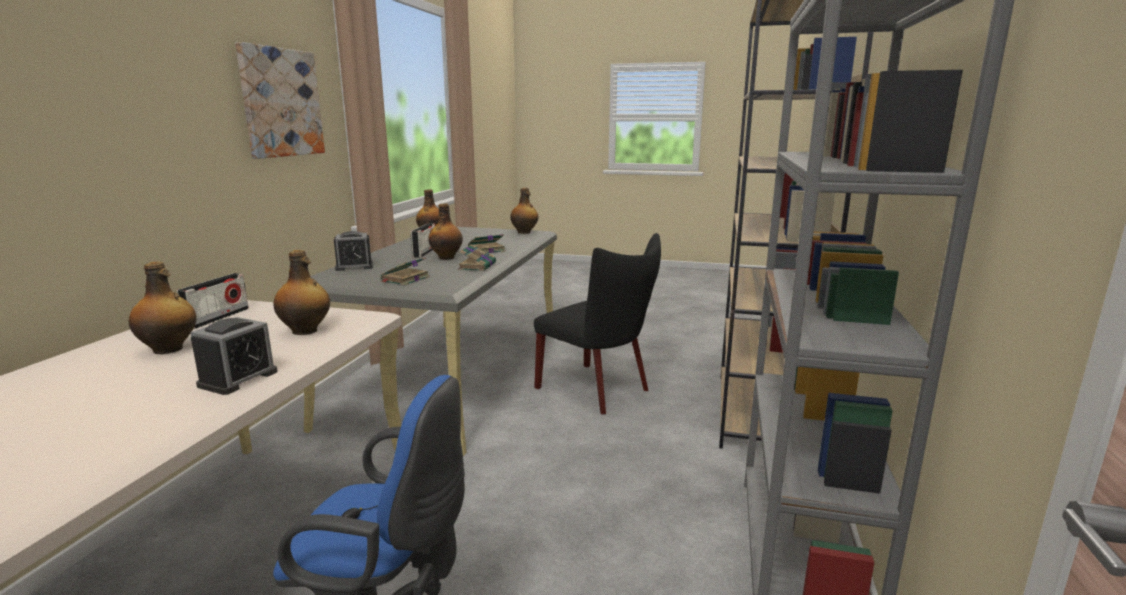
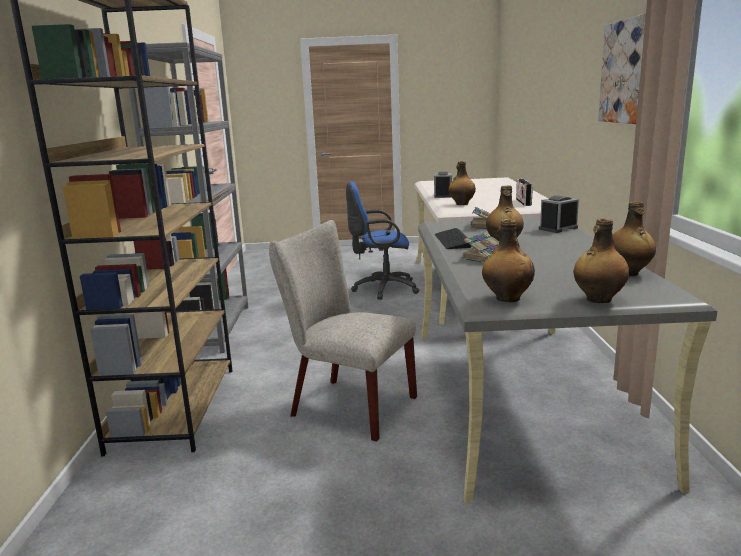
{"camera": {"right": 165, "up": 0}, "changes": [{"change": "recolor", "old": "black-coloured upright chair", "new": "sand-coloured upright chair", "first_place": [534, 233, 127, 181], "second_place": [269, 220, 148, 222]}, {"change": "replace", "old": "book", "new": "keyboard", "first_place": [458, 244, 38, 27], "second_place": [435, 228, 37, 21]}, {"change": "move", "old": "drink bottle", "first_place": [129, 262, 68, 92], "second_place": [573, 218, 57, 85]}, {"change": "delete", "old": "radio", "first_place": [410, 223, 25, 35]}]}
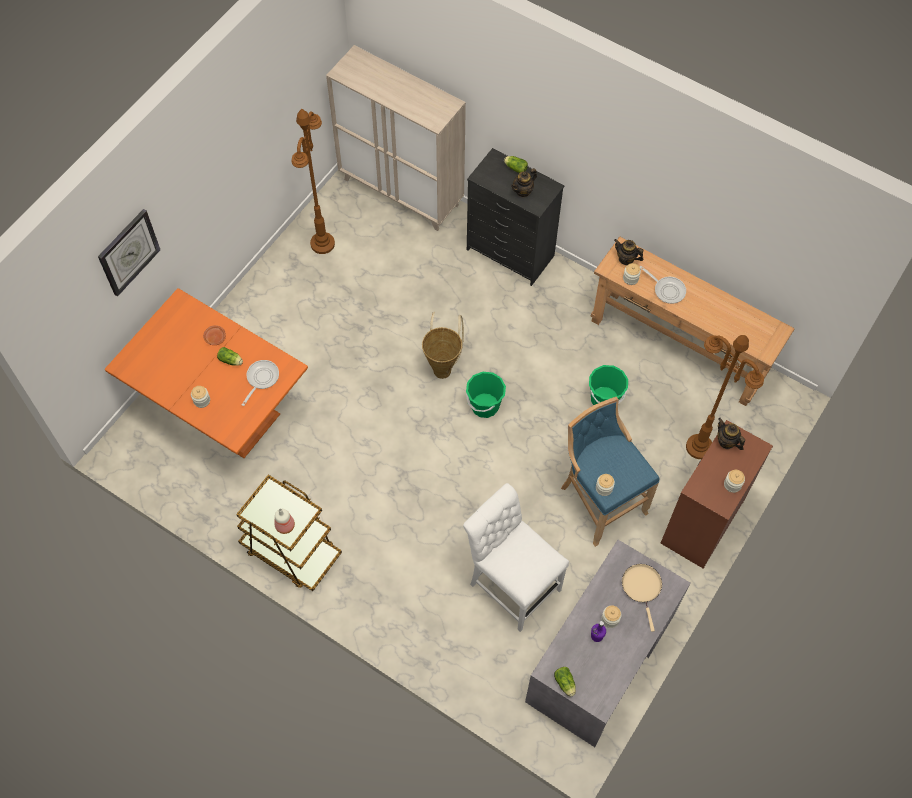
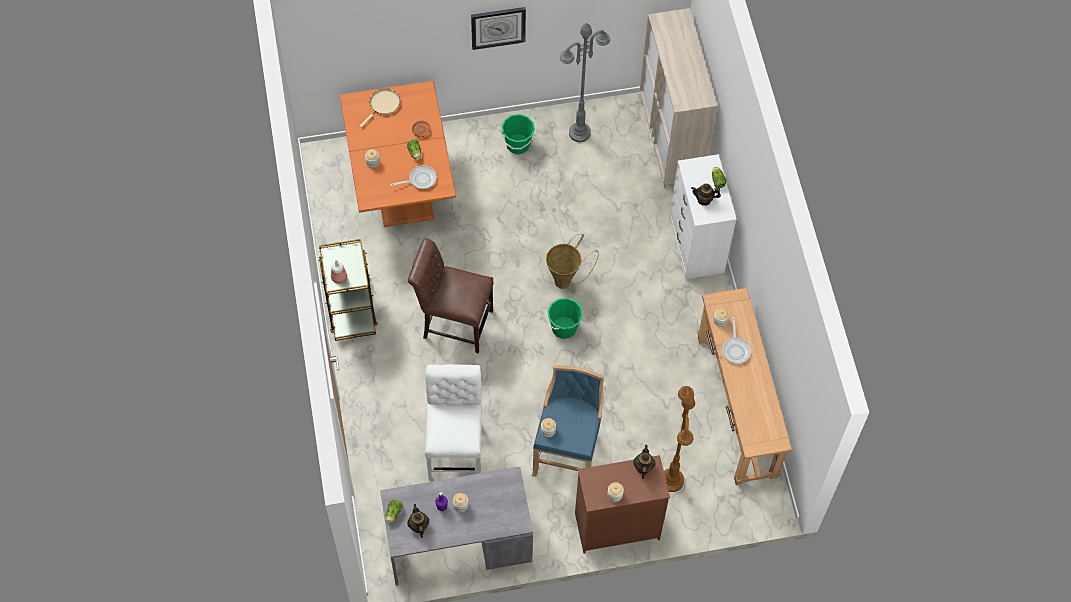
{"camera": {"right": 45, "up": 0}, "changes": [{"change": "move", "old": "sand-coloured pan", "first_place": [622, 564, 40, 68], "second_place": [360, 88, 40, 40]}, {"change": "move", "old": "teapot", "first_place": [614, 239, 30, 26], "second_place": [407, 504, 22, 34]}, {"change": "insert", "new": "brown upright chair", "second_place": [408, 238, 86, 115]}, {"change": "move", "old": "hanging clock", "first_place": [98, 209, 62, 87], "second_place": [471, 7, 55, 43]}, {"change": "move", "old": "greenish pail", "first_place": [589, 365, 39, 40], "second_place": [501, 114, 34, 40]}, {"change": "recolor", "old": "brown standing lamp", "new": "gray standing lamp", "first_place": [292, 109, 43, 145], "second_place": [560, 23, 50, 119]}, {"change": "recolor", "old": "black-coloured dresser", "new": "white dresser", "first_place": [467, 148, 97, 138], "second_place": [669, 154, 68, 125]}]}
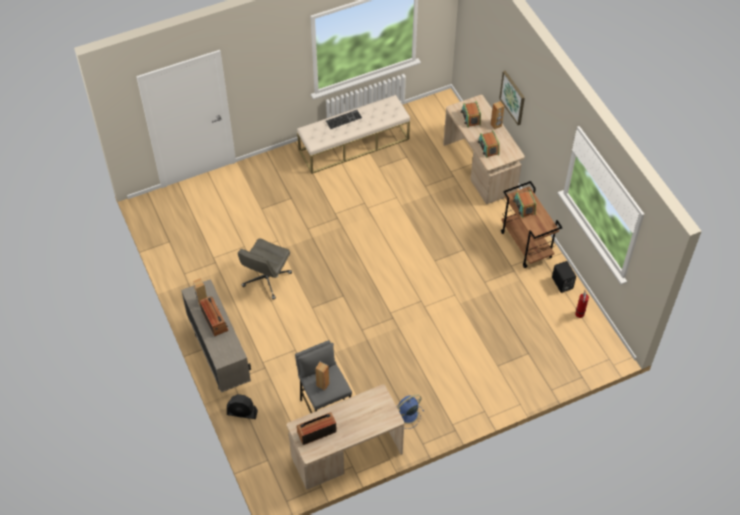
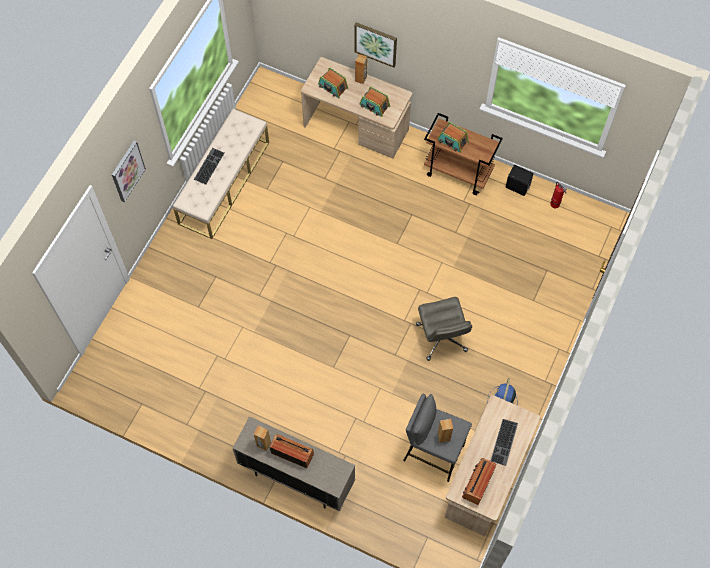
{"camera": {"right": -40, "up": 10}, "changes": [{"change": "insert", "new": "wall picture", "second_place": [112, 141, 34, 61]}, {"change": "move", "old": "gray computer chair", "first_place": [238, 238, 54, 62], "second_place": [416, 297, 56, 64]}, {"change": "insert", "new": "keyboard", "second_place": [491, 419, 27, 47]}, {"change": "delete", "old": "black-coloured electric fan", "first_place": [227, 394, 31, 25]}]}
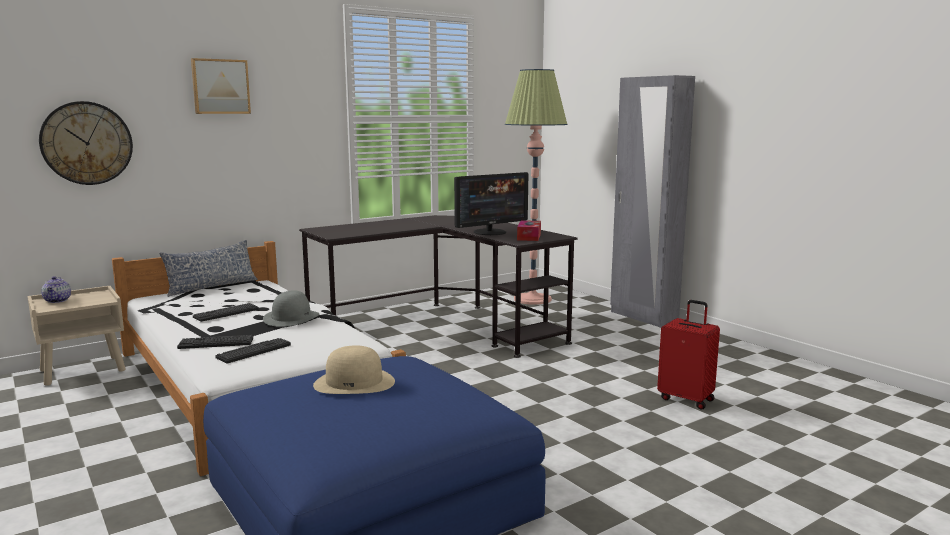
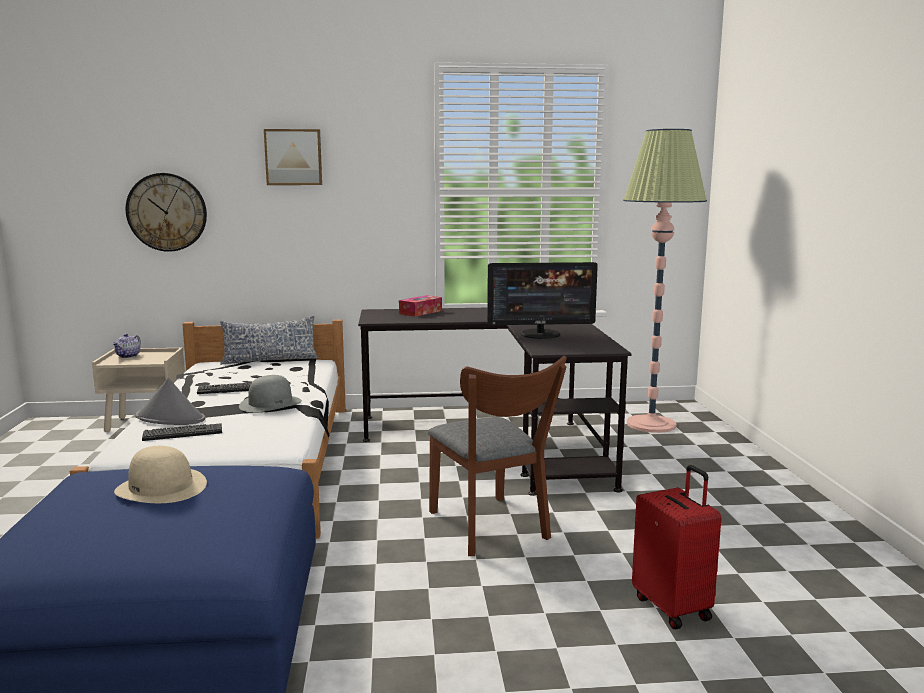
{"camera": {"right": 30, "up": 0}, "changes": [{"change": "replace", "old": "keyboard", "new": "gray hat", "first_place": [177, 335, 76, 14], "second_place": [135, 378, 70, 47]}, {"change": "move", "old": "tissue box", "first_place": [517, 220, 24, 21], "second_place": [399, 295, 43, 22]}, {"change": "insert", "new": "brown upright chair", "second_place": [428, 356, 139, 200]}, {"change": "delete", "old": "gray clothes cupboard", "first_place": [610, 75, 85, 253]}]}
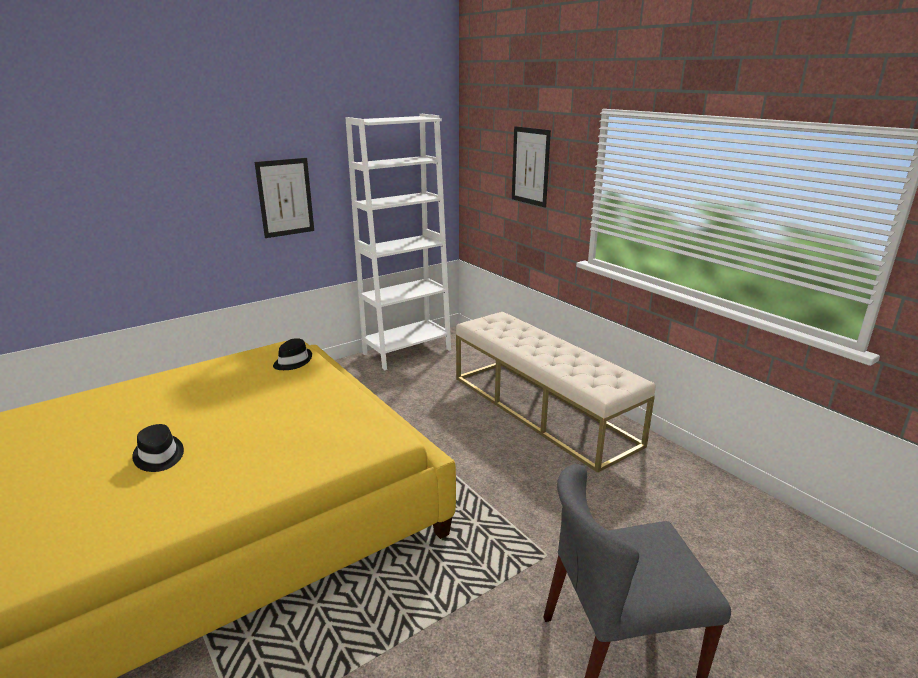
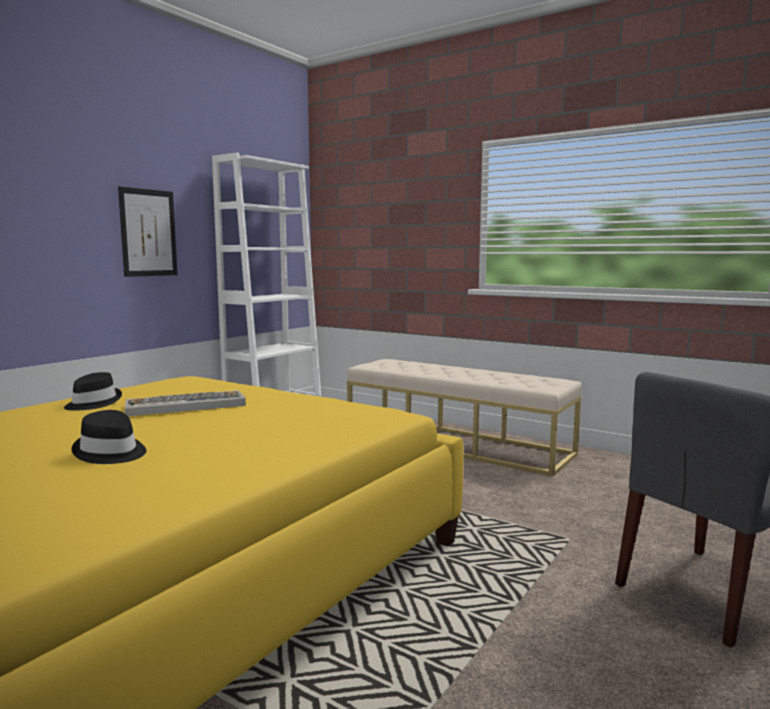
{"camera": {"right": -20, "up": -15}, "changes": [{"change": "move", "old": "black-coloured hat", "first_place": [273, 338, 39, 32], "second_place": [64, 372, 58, 39]}, {"change": "insert", "new": "keyboard", "second_place": [125, 390, 121, 26]}, {"change": "delete", "old": "wall picture", "first_place": [512, 126, 39, 82]}]}
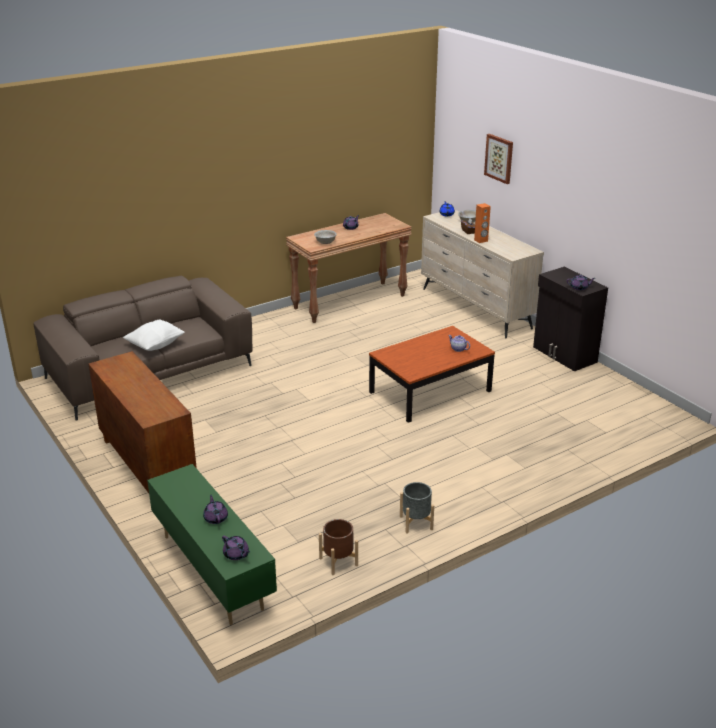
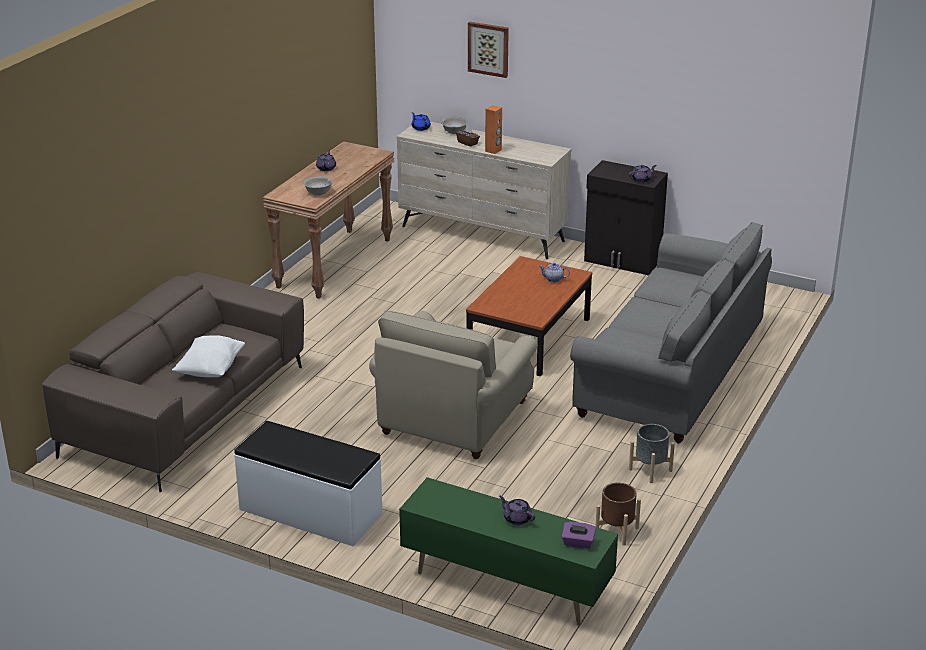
{"camera": {"right": -30, "up": 0}, "changes": [{"change": "replace", "old": "brown cupboard", "new": "white bench", "first_place": [88, 351, 109, 142], "second_place": [234, 421, 149, 125]}, {"change": "insert", "new": "sand-coloured easy chair", "second_place": [369, 311, 168, 148]}, {"change": "replace", "old": "purple teapot", "new": "purple tissue box", "first_place": [222, 536, 28, 24], "second_place": [562, 522, 34, 27]}, {"change": "insert", "new": "gray couch", "second_place": [570, 222, 202, 222]}]}
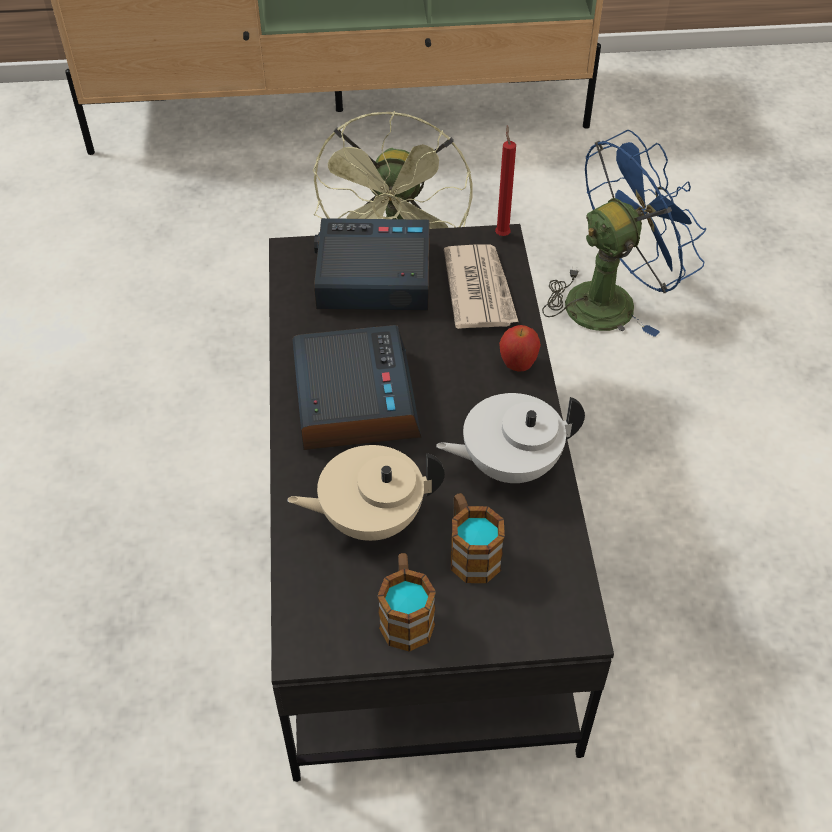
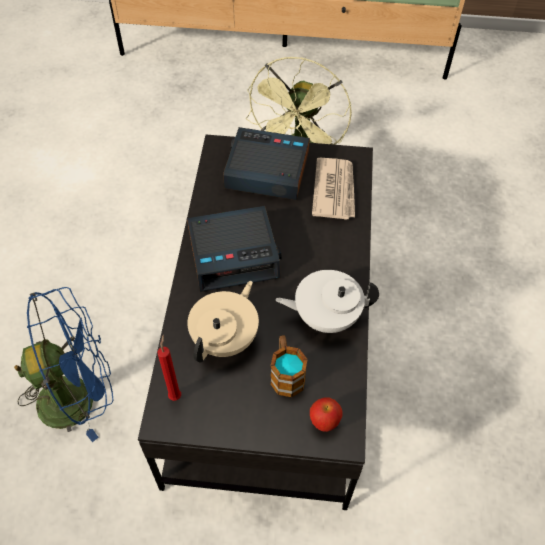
{"camera": {"right": 10, "up": 5}, "changes": [{"change": "move", "old": "bluish electric fan", "first_place": [542, 130, 164, 207], "second_place": [14, 287, 99, 155]}, {"change": "move", "old": "red wax light", "first_place": [495, 125, 21, 111], "second_place": [157, 335, 24, 66]}, {"change": "rotate", "old": "alarm clock", "first_place": [292, 325, 129, 125], "second_place": [187, 206, 95, 86], "degrees": 75}, {"change": "rotate", "old": "sand-coloured teapot", "first_place": [287, 445, 158, 96], "second_place": [187, 281, 72, 81], "degrees": 120}, {"change": "move", "old": "apple", "first_place": [499, 325, 42, 47], "second_place": [310, 398, 33, 34]}, {"change": "delete", "old": "mug", "first_place": [377, 553, 59, 99]}]}
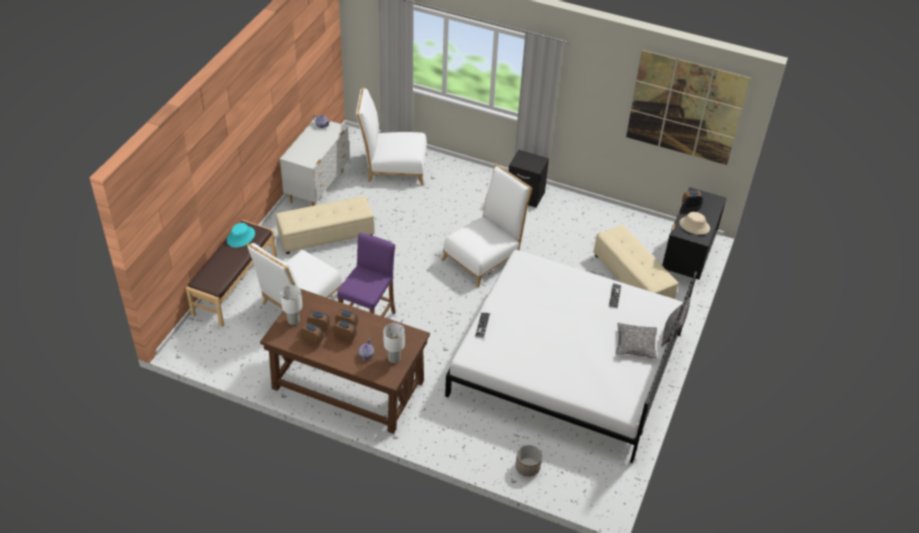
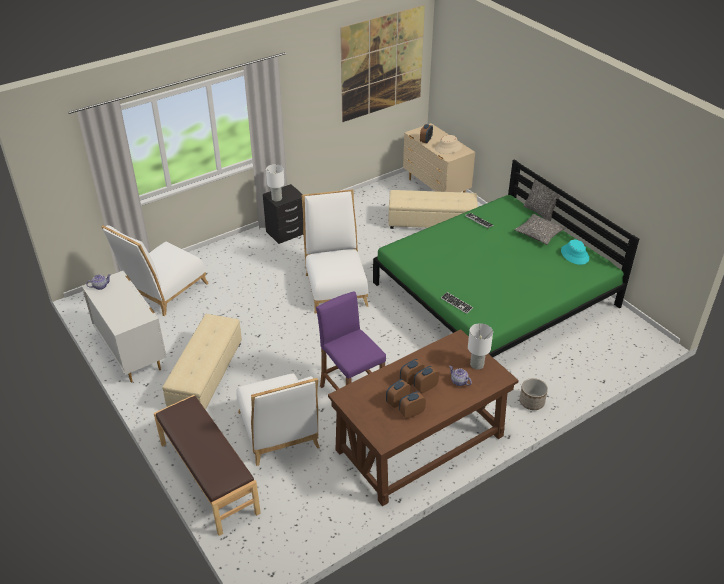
{"camera": {"right": -55, "up": -5}, "changes": [{"change": "move", "old": "white table lamp", "first_place": [280, 285, 23, 40], "second_place": [266, 164, 18, 37]}, {"change": "recolor", "old": "white bedroom bed", "new": "greenish bedroom bed", "first_place": [445, 250, 252, 213], "second_place": [373, 159, 266, 198]}, {"change": "recolor", "old": "black-coloured dresser", "new": "sand-coloured dresser", "first_place": [662, 187, 65, 93], "second_place": [403, 123, 72, 69]}, {"change": "move", "old": "planter", "first_place": [515, 444, 27, 33], "second_place": [520, 378, 28, 32]}, {"change": "move", "old": "blue-green hat", "first_place": [227, 223, 28, 25], "second_place": [561, 239, 28, 26]}]}
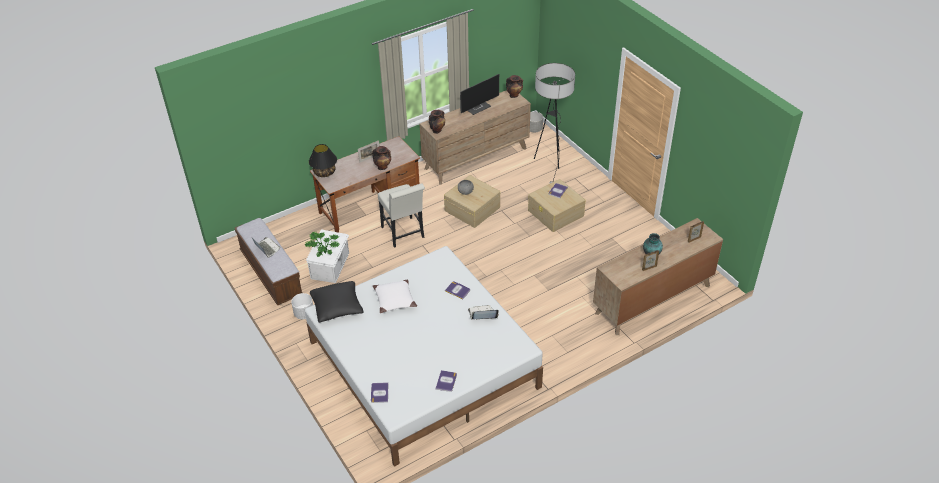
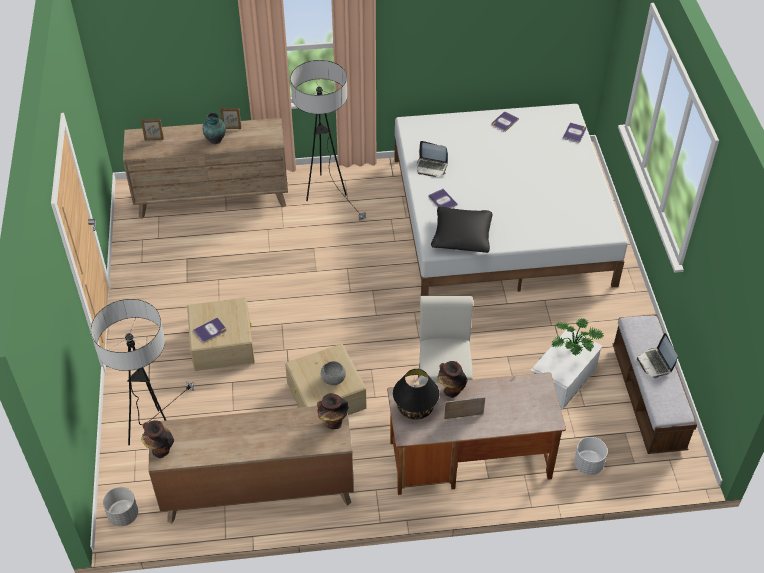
{"camera": {"right": -155, "up": 5}, "changes": [{"change": "insert", "new": "standing lamp", "second_place": [291, 60, 75, 161]}, {"change": "move", "old": "black-coloured table lamp", "first_place": [309, 144, 28, 33], "second_place": [393, 369, 46, 51]}, {"change": "move", "old": "black-coloured cushion", "first_place": [310, 281, 53, 41], "second_place": [431, 206, 61, 47]}, {"change": "move", "old": "white planter", "first_place": [291, 293, 22, 26], "second_place": [574, 437, 34, 38]}, {"change": "delete", "old": "white cushion", "first_place": [373, 280, 44, 33]}, {"change": "delete", "old": "computer display", "first_place": [460, 74, 39, 41]}]}
